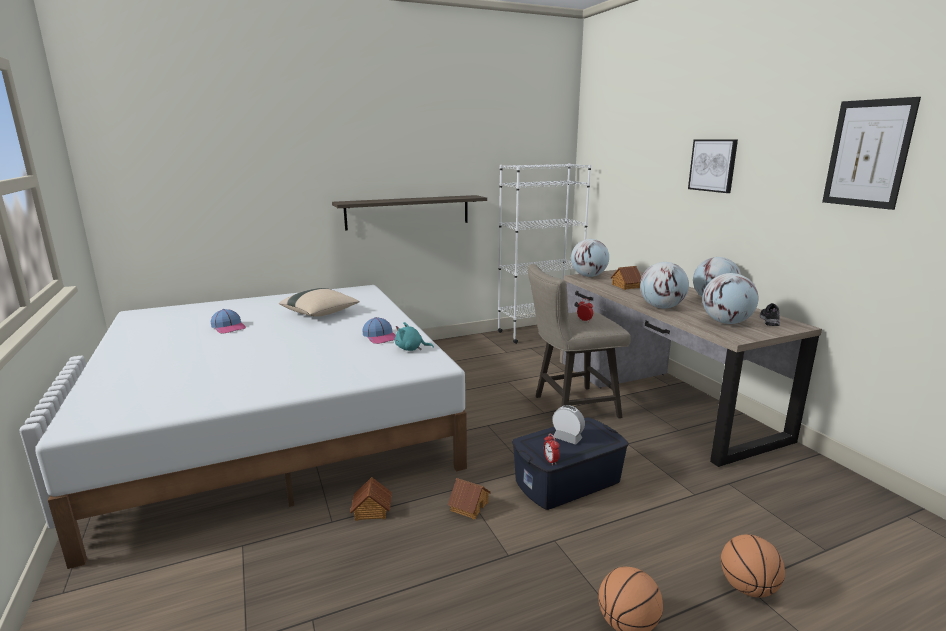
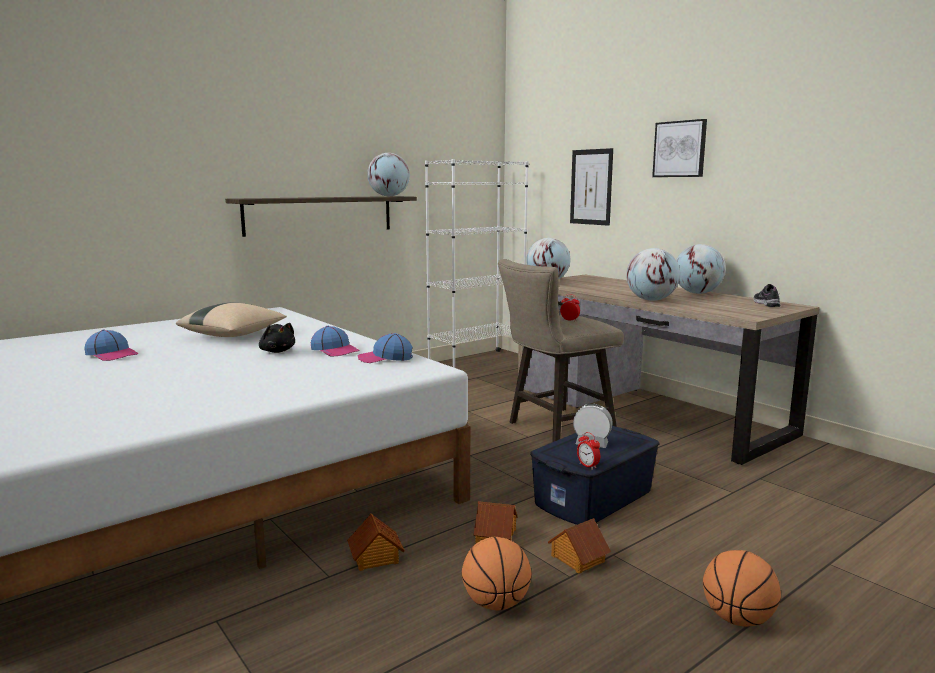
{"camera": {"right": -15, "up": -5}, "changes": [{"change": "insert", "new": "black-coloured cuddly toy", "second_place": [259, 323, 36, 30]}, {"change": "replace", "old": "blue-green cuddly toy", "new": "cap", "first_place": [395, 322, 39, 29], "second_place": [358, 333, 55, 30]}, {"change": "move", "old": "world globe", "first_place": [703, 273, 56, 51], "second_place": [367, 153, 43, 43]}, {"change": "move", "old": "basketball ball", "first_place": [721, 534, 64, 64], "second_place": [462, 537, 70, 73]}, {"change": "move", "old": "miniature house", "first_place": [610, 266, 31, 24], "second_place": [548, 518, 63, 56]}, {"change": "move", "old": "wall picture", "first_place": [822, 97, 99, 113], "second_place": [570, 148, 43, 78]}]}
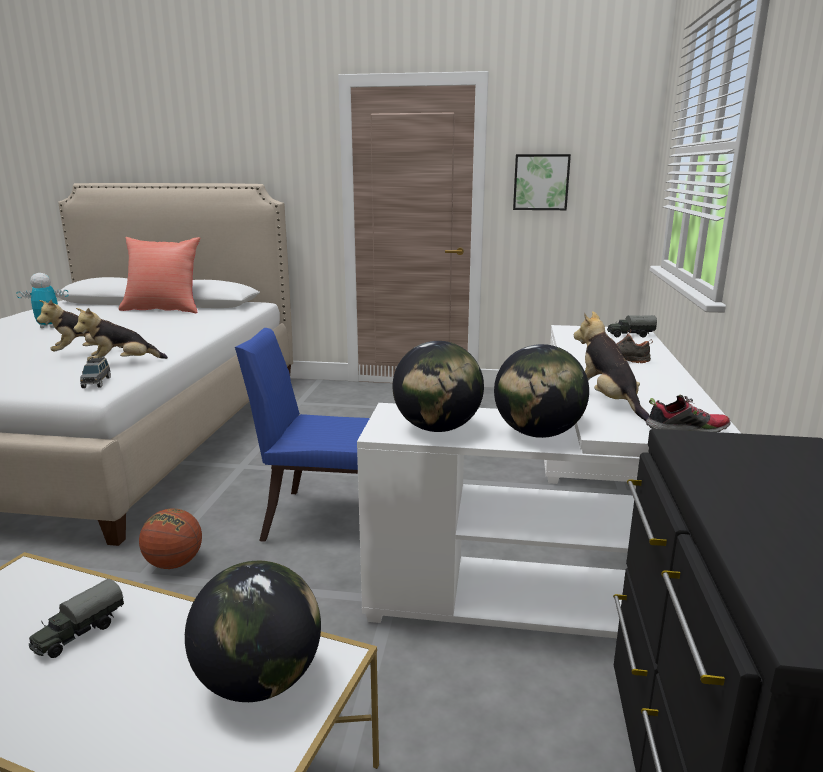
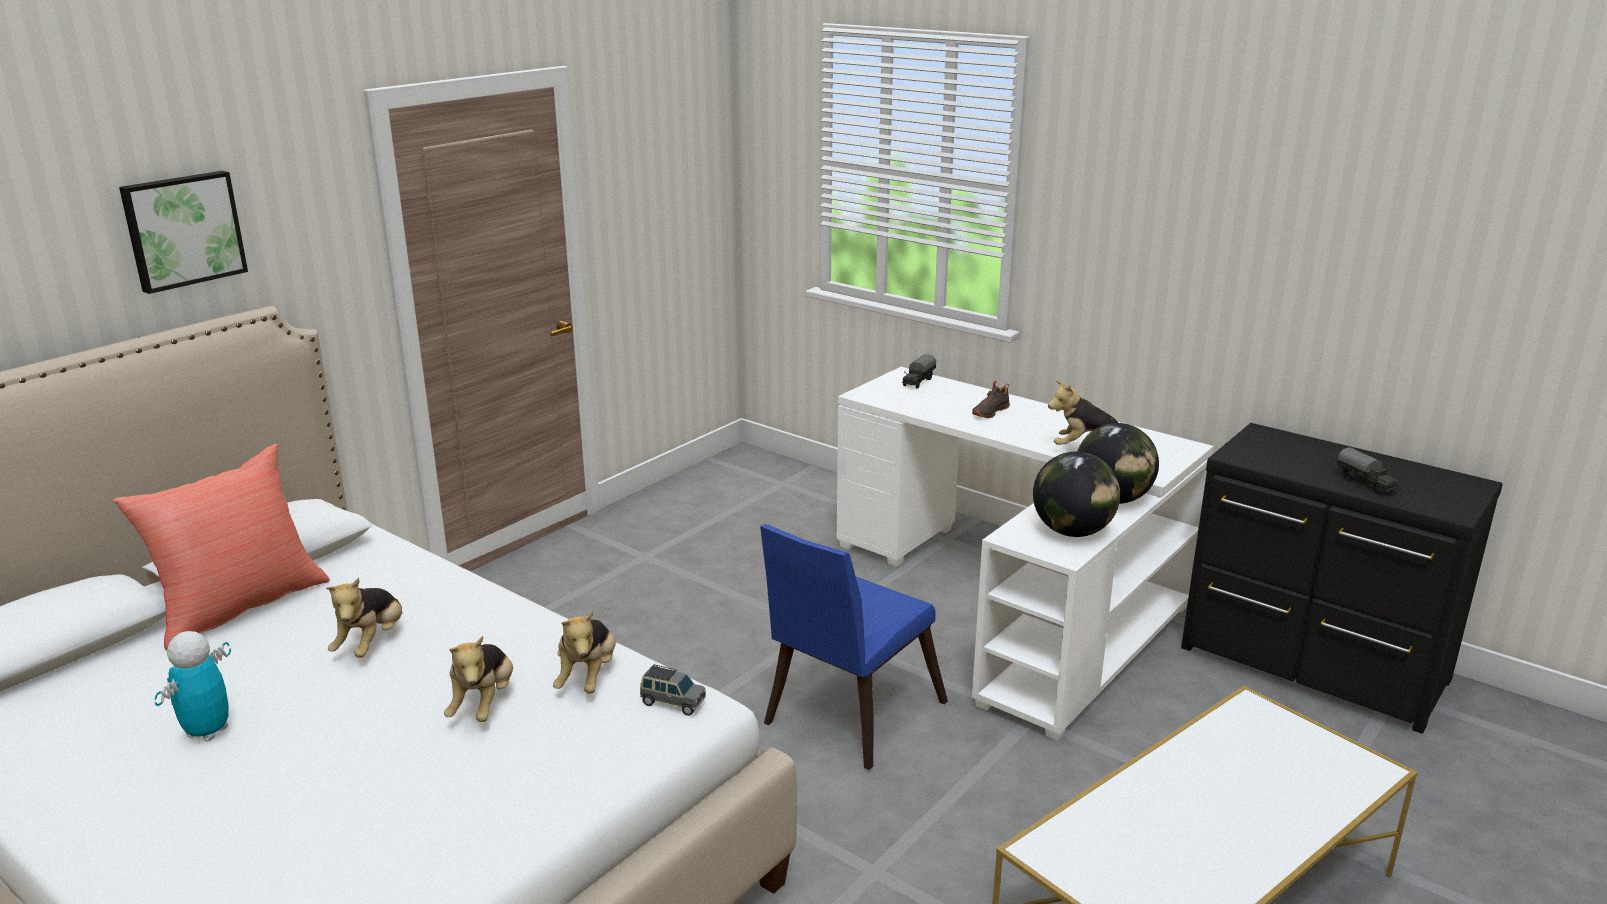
{"camera": {"right": -60, "up": 5}, "changes": [{"change": "move", "old": "wall picture", "first_place": [513, 154, 58, 56], "second_place": [119, 171, 129, 123]}, {"change": "insert", "new": "cuddly toy", "second_place": [326, 578, 76, 80]}, {"change": "move", "old": "toy truck", "first_place": [29, 579, 95, 79], "second_place": [1337, 447, 62, 47]}, {"change": "delete", "old": "basketball ball", "first_place": [139, 509, 63, 60]}, {"change": "delete", "old": "world globe", "first_place": [185, 561, 136, 141]}, {"change": "delete", "old": "item of footwear", "first_place": [646, 395, 85, 37]}]}
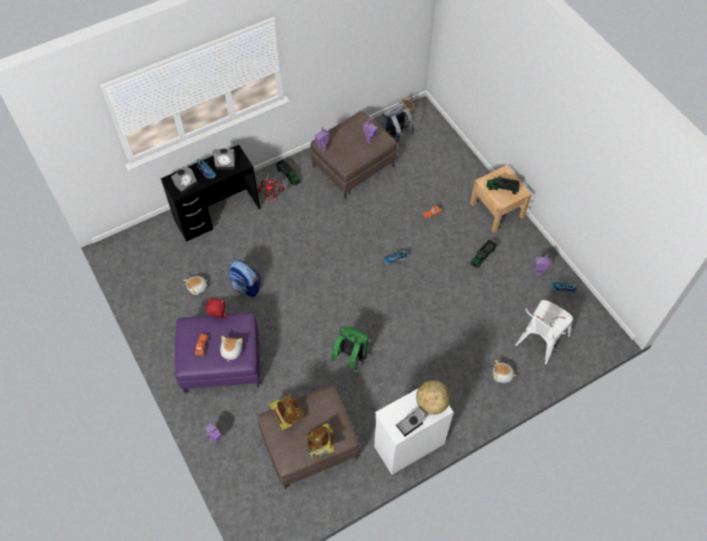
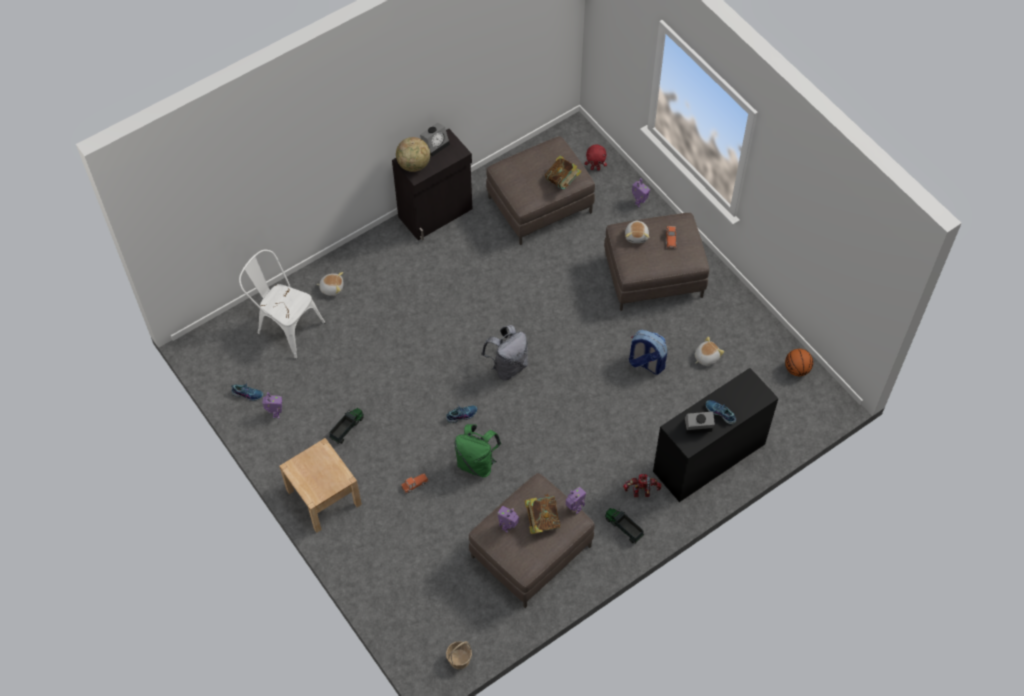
{"camera": {"right": 175, "up": 0}, "changes": [{"change": "rotate", "old": "white upright chair", "first_place": [515, 300, 58, 65], "second_place": [239, 250, 87, 109], "degrees": -90}, {"change": "recolor", "old": "white cupboard", "new": "black-coloured cupboard", "first_place": [374, 389, 79, 86], "second_place": [392, 129, 81, 111]}, {"change": "move", "old": "greenish backpack", "first_place": [330, 326, 39, 46], "second_place": [454, 424, 47, 54]}, {"change": "move", "old": "gray backpack", "first_place": [382, 103, 33, 40], "second_place": [481, 325, 47, 55]}, {"change": "move", "old": "book", "first_place": [306, 423, 29, 36], "second_place": [525, 494, 36, 40]}, {"change": "move", "old": "red cuddly toy", "first_place": [206, 298, 22, 21], "second_place": [585, 144, 22, 26]}, {"change": "recolor", "old": "purple pouffe", "new": "brown pouffe", "first_place": [175, 313, 85, 81], "second_place": [604, 213, 105, 98]}, {"change": "insert", "new": "basketball ball", "second_place": [785, 349, 28, 27]}, {"change": "delete", "old": "alarm clock", "first_place": [171, 166, 27, 28]}, {"change": "delete", "old": "toy truck", "first_place": [487, 176, 33, 18]}]}
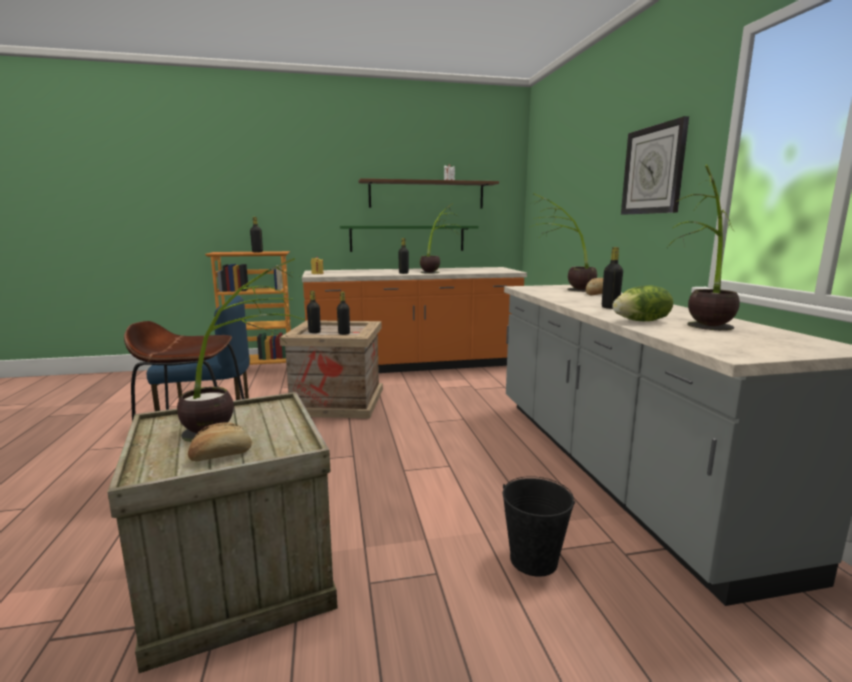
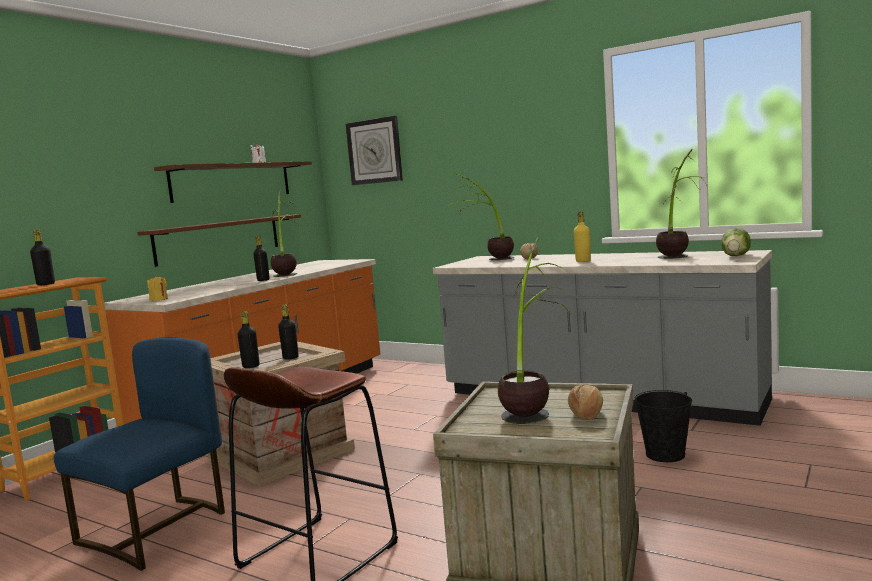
{"camera": {"right": -45, "up": -5}, "changes": [{"change": "recolor", "old": "greenish wall shelf", "new": "brown wall shelf", "first_place": [339, 226, 140, 26], "second_place": [137, 214, 164, 53]}, {"change": "move", "old": "hanging clock", "first_place": [621, 116, 68, 99], "second_place": [346, 116, 57, 69]}, {"change": "recolor", "old": "black-coloured drink bottle", "new": "yellowish drink bottle", "first_place": [602, 247, 21, 62], "second_place": [574, 212, 17, 50]}, {"change": "move", "old": "head of lettuce", "first_place": [612, 285, 61, 36], "second_place": [721, 228, 30, 28]}]}
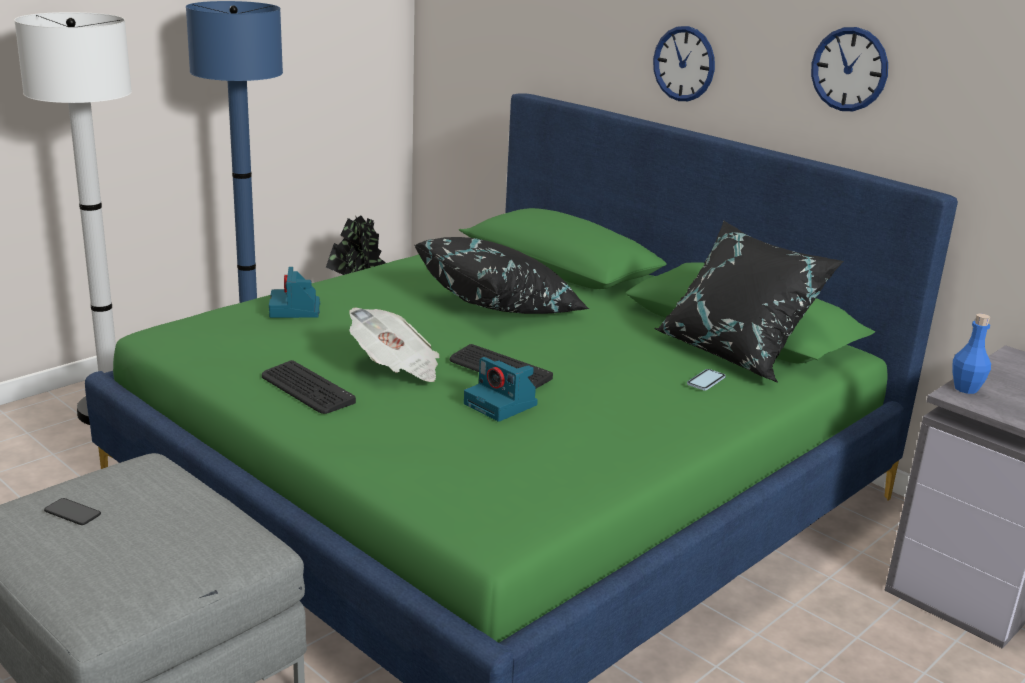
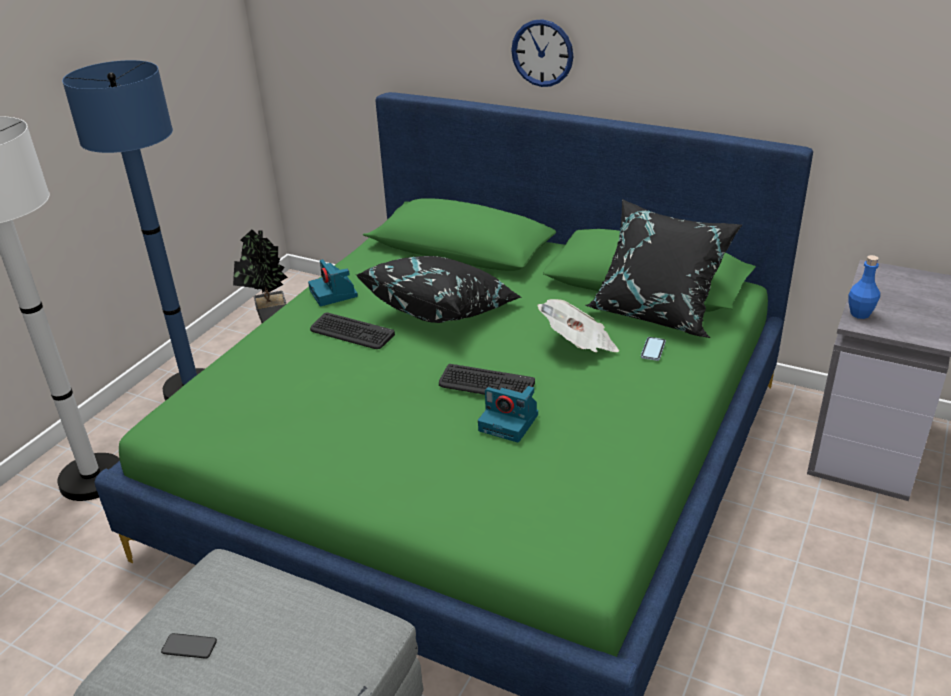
{"camera": {"right": -15, "up": 10}, "changes": [{"change": "move", "old": "photo camera", "first_place": [269, 267, 51, 51], "second_place": [308, 259, 50, 47]}, {"change": "move", "old": "keyboard", "first_place": [262, 360, 94, 54], "second_place": [310, 312, 85, 37]}, {"change": "move", "old": "printed paper", "first_place": [349, 308, 90, 74], "second_place": [537, 299, 83, 53]}, {"change": "delete", "old": "hanging clock", "first_place": [811, 27, 77, 84]}]}
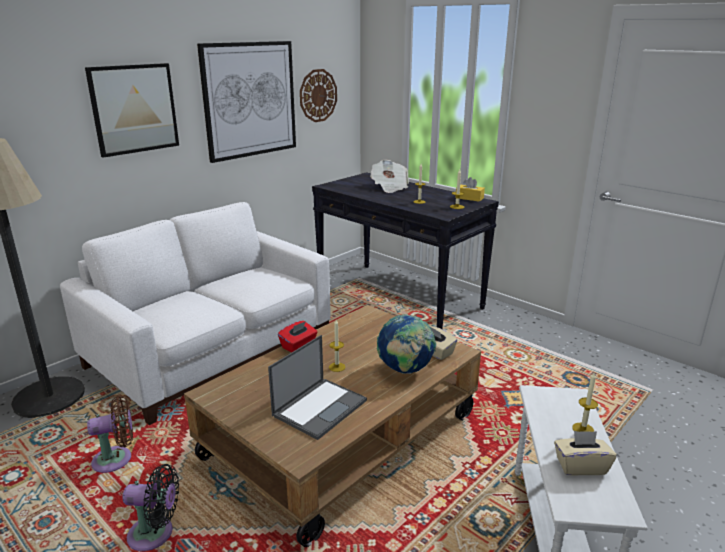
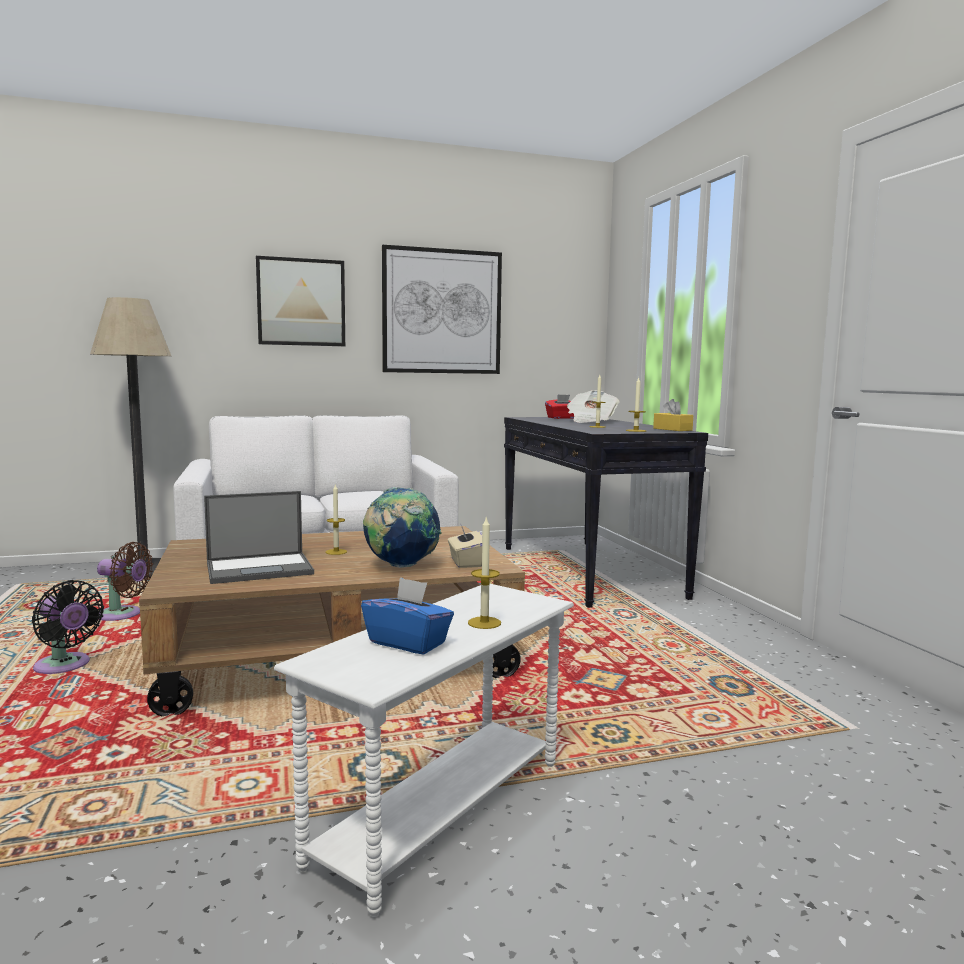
{"camera": {"right": 30, "up": -15}, "changes": [{"change": "recolor", "old": "sand-coloured tissue box", "new": "bluish tissue box", "first_place": [554, 431, 63, 45], "second_place": [361, 577, 93, 78]}, {"change": "move", "old": "red tissue box", "first_place": [278, 321, 39, 32], "second_place": [545, 395, 29, 24]}, {"change": "delete", "old": "hanging clock", "first_place": [300, 69, 37, 53]}]}
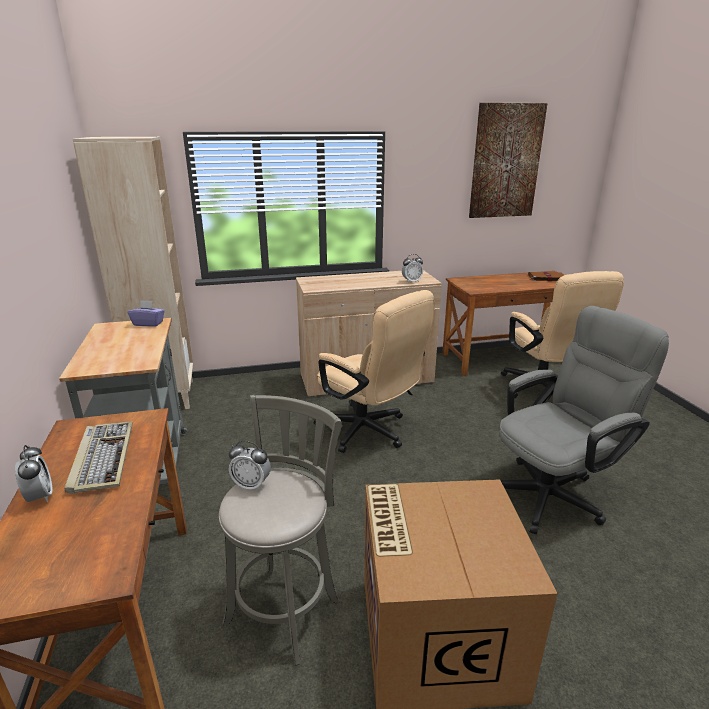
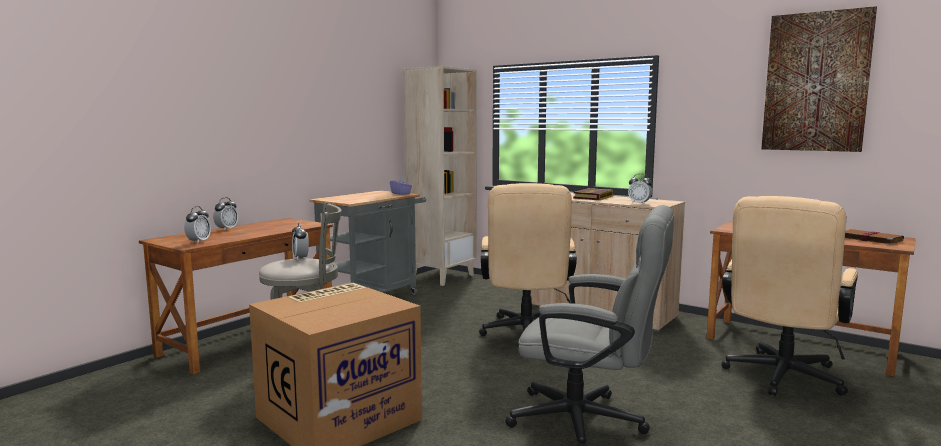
{"camera": {"right": 50, "up": -15}, "changes": [{"change": "insert", "new": "alarm clock", "second_place": [184, 206, 27, 37]}, {"change": "insert", "new": "book", "second_place": [573, 188, 40, 12]}, {"change": "delete", "old": "keyboard", "first_place": [64, 421, 69, 73]}]}
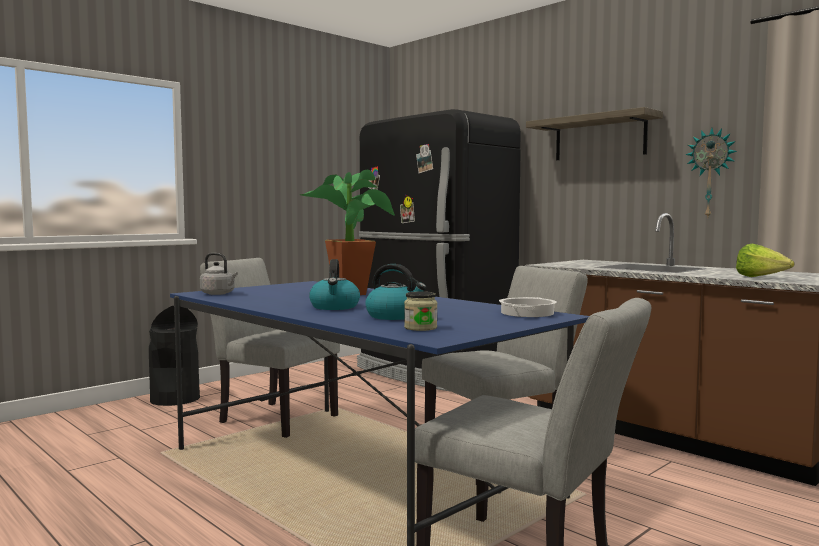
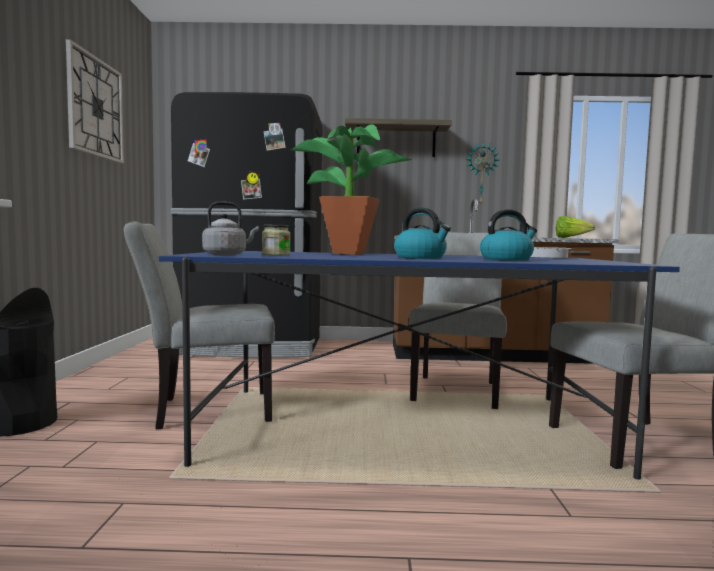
{"camera": {"right": -45, "up": 0}, "changes": [{"change": "insert", "new": "hanging clock", "second_place": [66, 39, 58, 124]}, {"change": "move", "old": "jar", "first_place": [404, 292, 33, 39], "second_place": [262, 225, 28, 31]}]}
